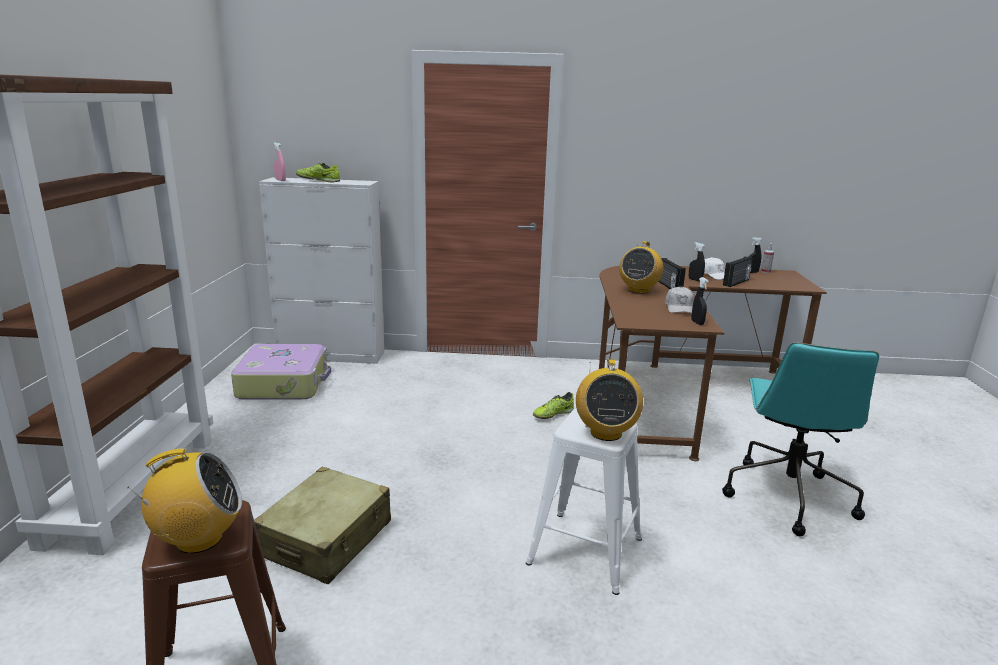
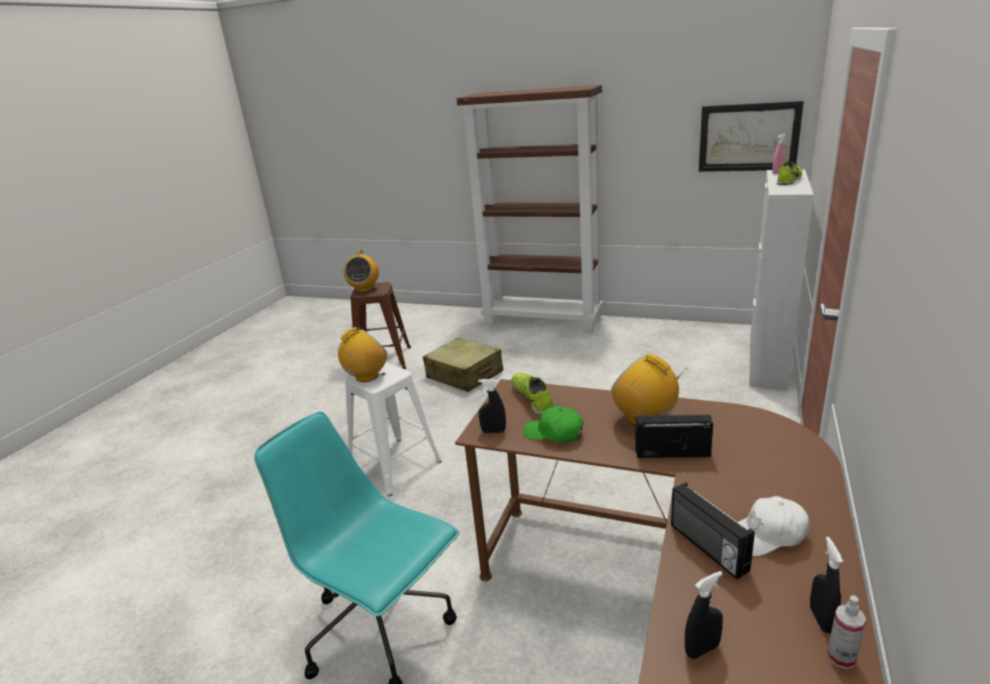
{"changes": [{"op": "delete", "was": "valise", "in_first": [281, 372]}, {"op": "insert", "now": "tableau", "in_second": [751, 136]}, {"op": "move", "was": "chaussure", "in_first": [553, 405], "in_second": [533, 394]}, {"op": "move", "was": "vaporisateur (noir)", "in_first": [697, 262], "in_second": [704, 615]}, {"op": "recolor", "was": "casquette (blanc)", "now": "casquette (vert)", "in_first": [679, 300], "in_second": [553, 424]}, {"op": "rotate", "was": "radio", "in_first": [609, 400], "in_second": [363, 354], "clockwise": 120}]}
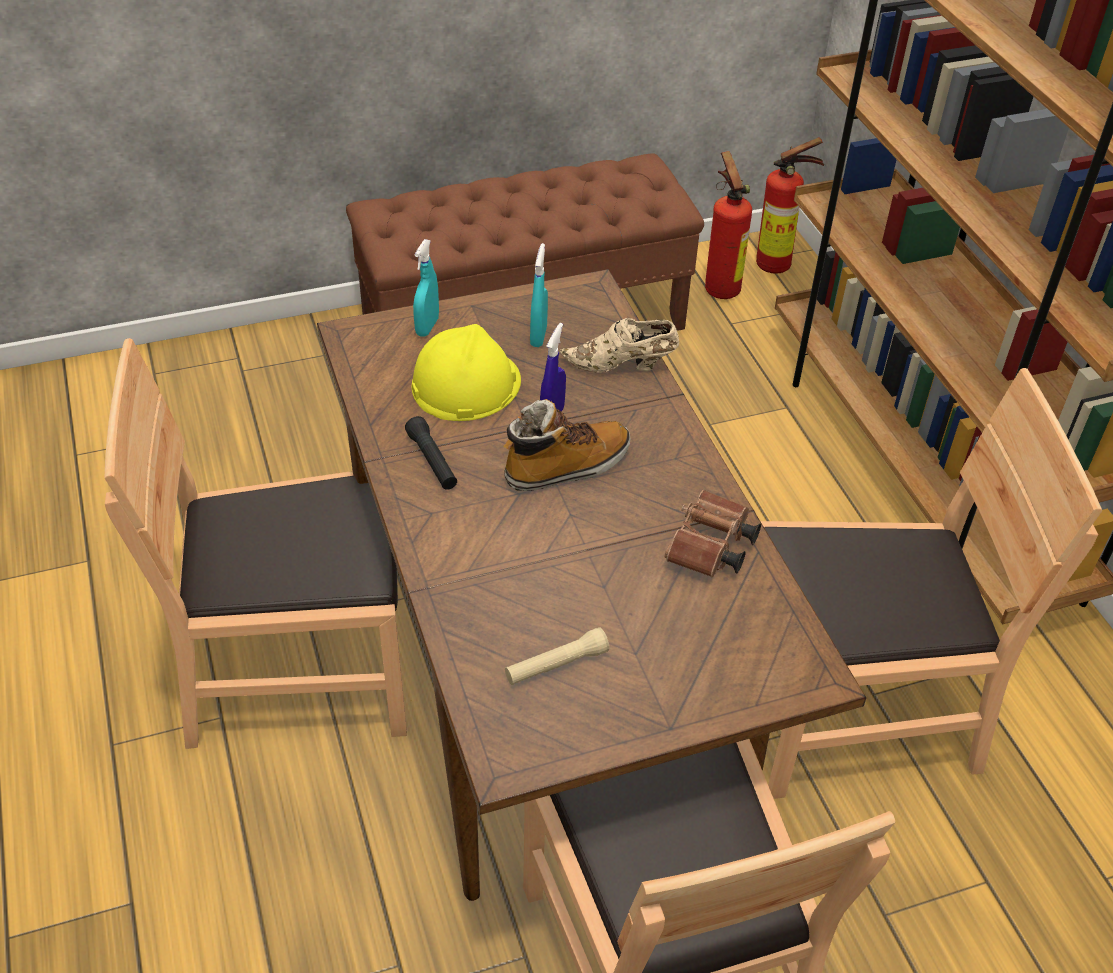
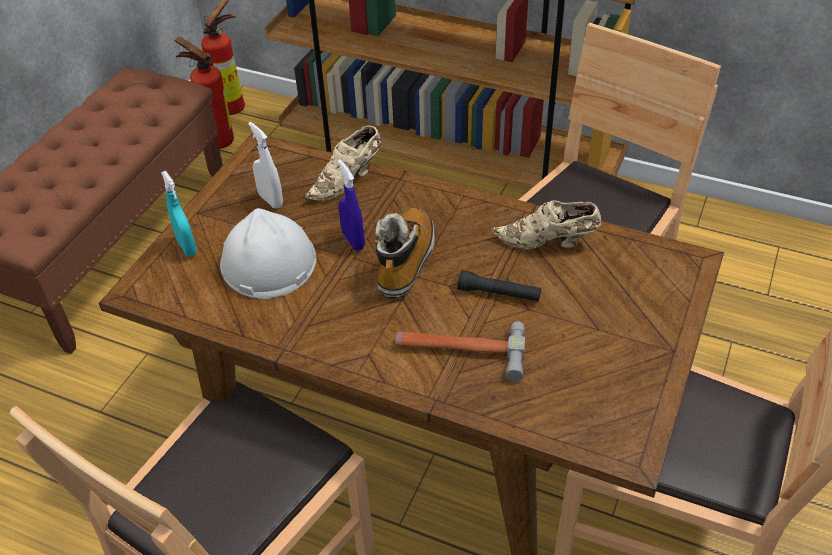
{"changes": [{"op": "delete", "was": "lampe de poche (beige)", "in_first": [557, 656]}, {"op": "insert", "now": "marteau", "in_second": [460, 351]}, {"op": "move", "was": "lampe de poche (noir)", "in_first": [431, 453], "in_second": [499, 286]}, {"op": "replace", "was": "jumelles (marron)", "now": "chaussure (beige)", "in_first": [713, 533], "in_second": [546, 225]}, {"op": "recolor", "was": "casque de chantier (jaune)", "now": "casque de chantier (blanc)", "in_first": [466, 372], "in_second": [268, 253]}, {"op": "recolor", "was": "vaporisateur (turquoise)", "now": "vaporisateur (blanc)", "in_first": [539, 295], "in_second": [265, 165]}]}
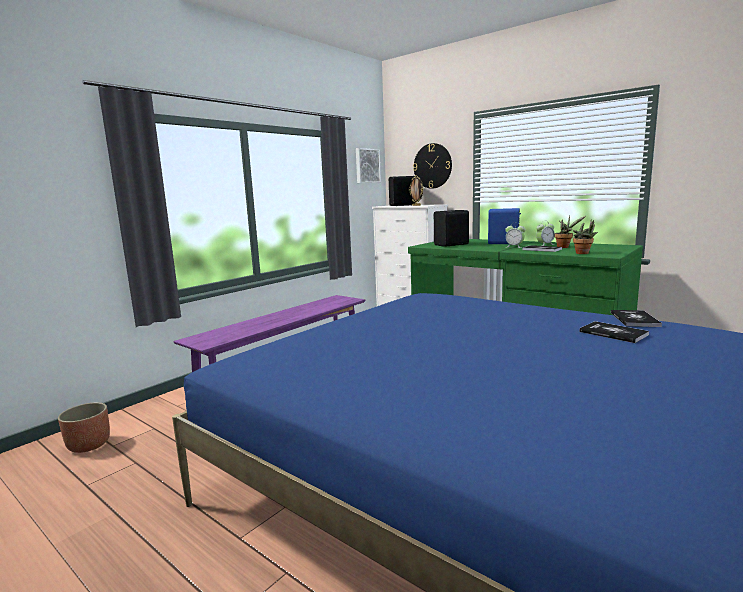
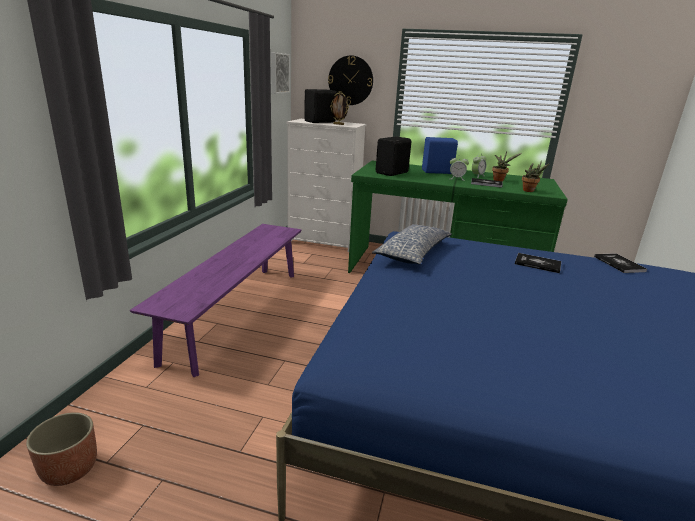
{"changes": [{"op": "insert", "now": "coussin", "in_second": [412, 244]}, {"op": "move", "was": "livre", "in_first": [614, 332], "in_second": [538, 263]}]}
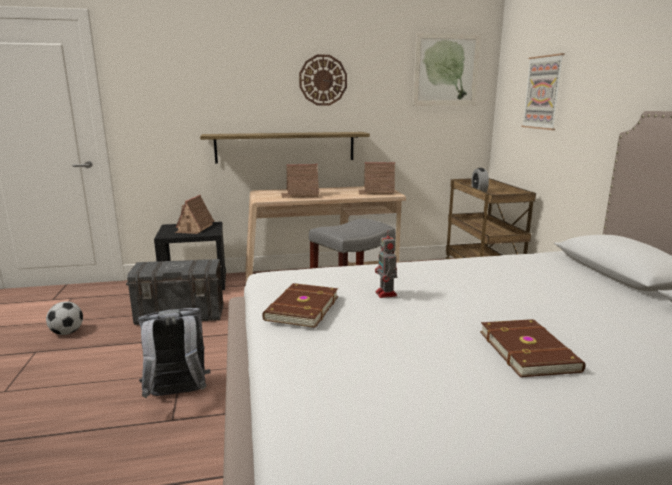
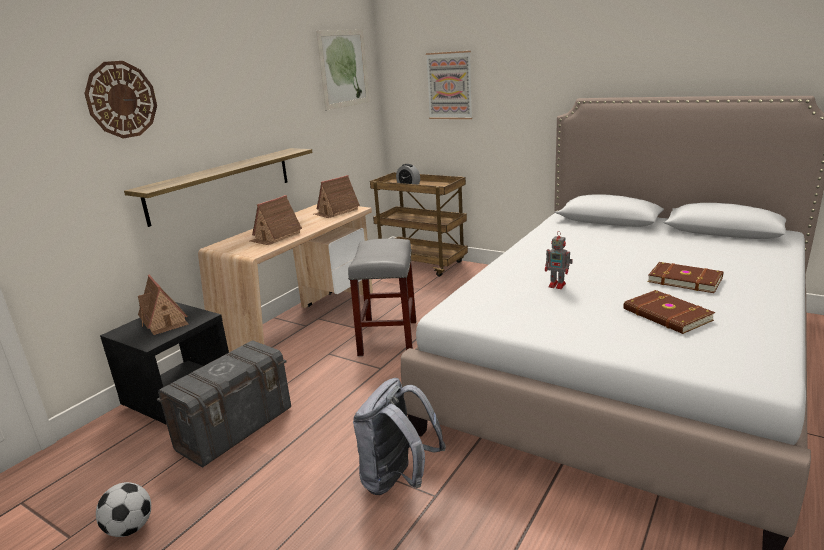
{"changes": [{"op": "move", "was": "livre (marron)", "in_first": [300, 305], "in_second": [669, 312]}, {"op": "move", "was": "horloge murale", "in_first": [323, 80], "in_second": [120, 99]}]}
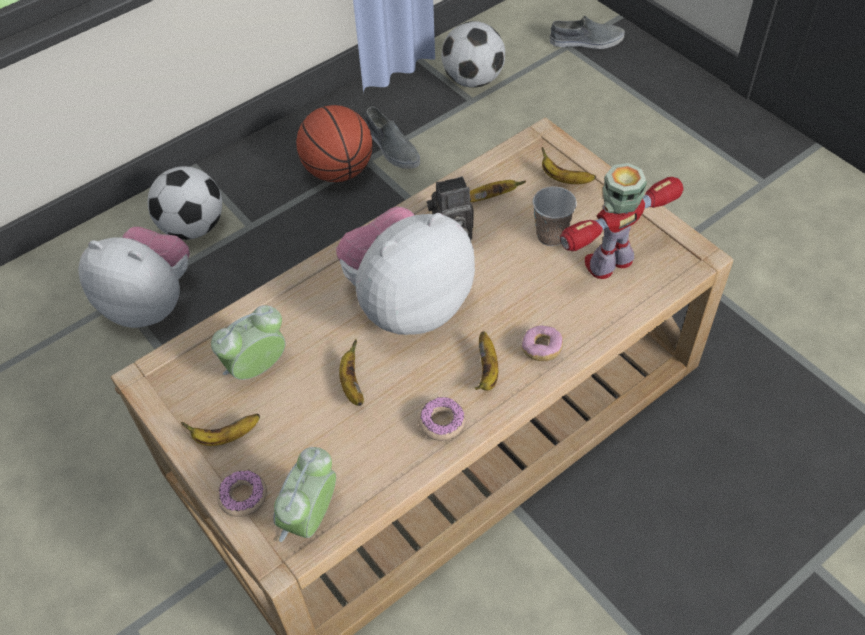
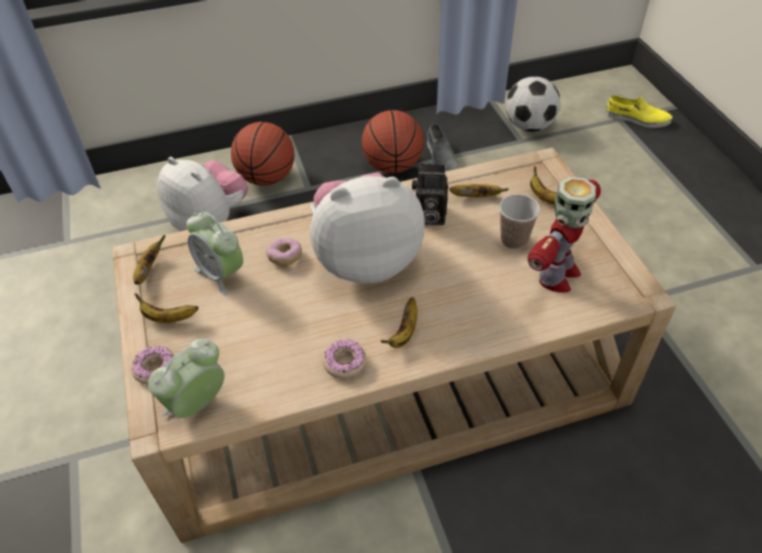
{"changes": [{"op": "move", "was": "banane", "in_first": [351, 372], "in_second": [149, 259]}, {"op": "move", "was": "beignet", "in_first": [542, 343], "in_second": [284, 252]}, {"op": "replace", "was": "ballon de foot", "now": "ballon de basket", "in_first": [185, 203], "in_second": [262, 154]}, {"op": "recolor", "was": "chaussure (gris)", "now": "chaussure (jaune)", "in_first": [587, 32], "in_second": [639, 111]}, {"op": "rotate", "was": "réveil", "in_first": [248, 342], "in_second": [214, 254], "clockwise": -120}, {"op": "rotate", "was": "robot jouet", "in_first": [621, 221], "in_second": [564, 235], "clockwise": 135}]}
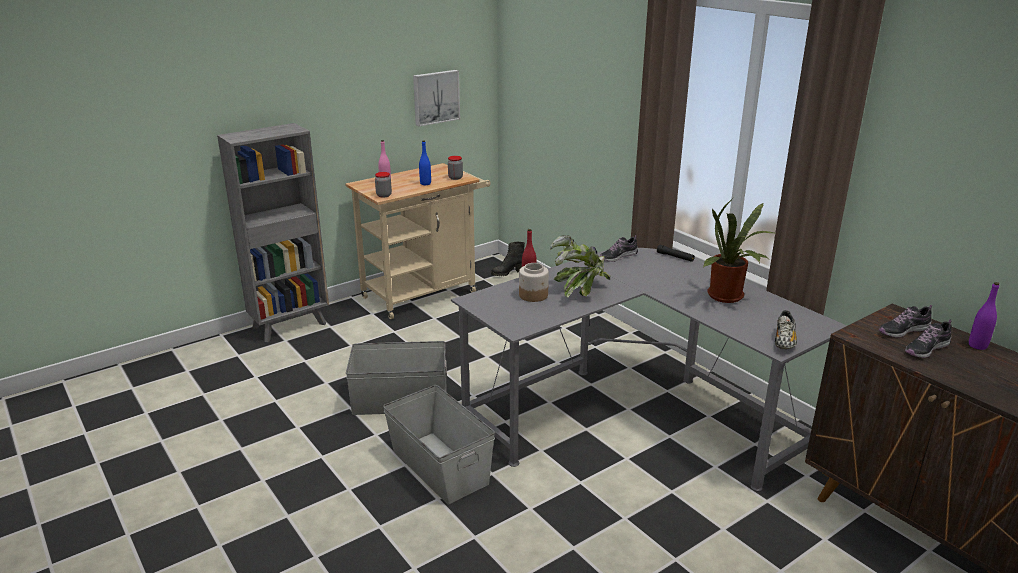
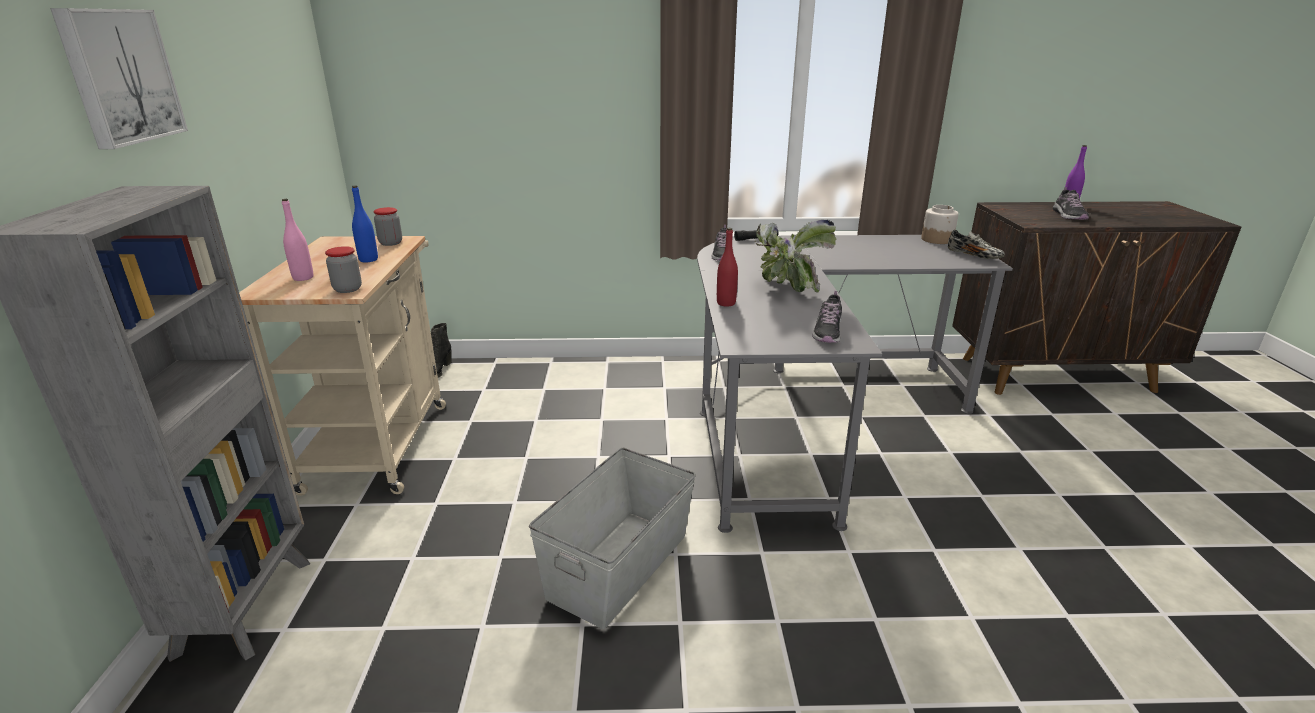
{"changes": [{"op": "delete", "was": "boîte de rangement (gris)", "in_first": [439, 444]}, {"op": "delete", "was": "plante en pot", "in_first": [738, 250]}, {"op": "move", "was": "tableau", "in_first": [436, 98], "in_second": [119, 78]}, {"op": "move", "was": "bocal", "in_first": [534, 282], "in_second": [940, 224]}, {"op": "move", "was": "chaussure", "in_first": [905, 321], "in_second": [827, 317]}]}
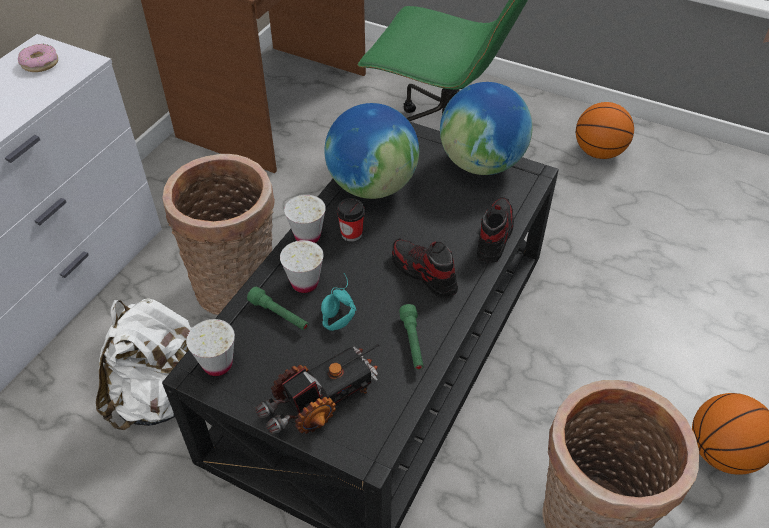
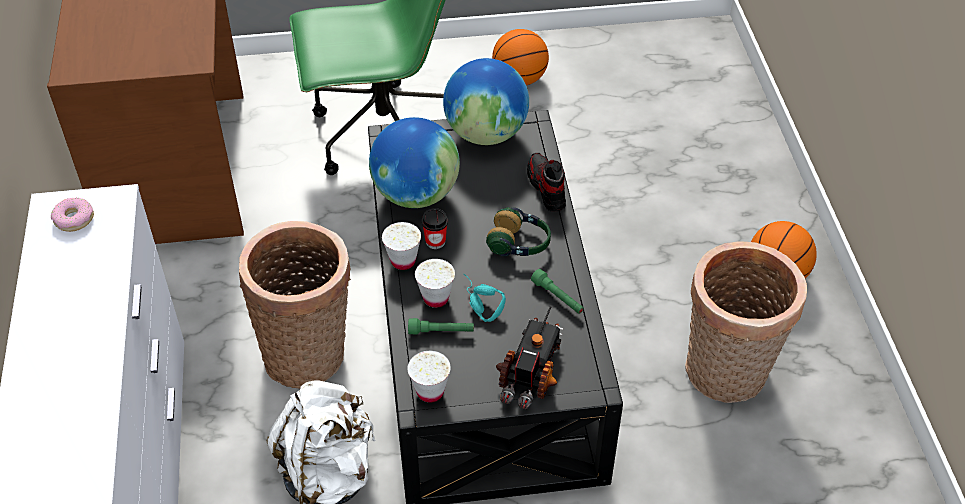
{"changes": [{"op": "replace", "was": "chaussure", "now": "casque audio", "in_first": [425, 268], "in_second": [518, 231]}]}
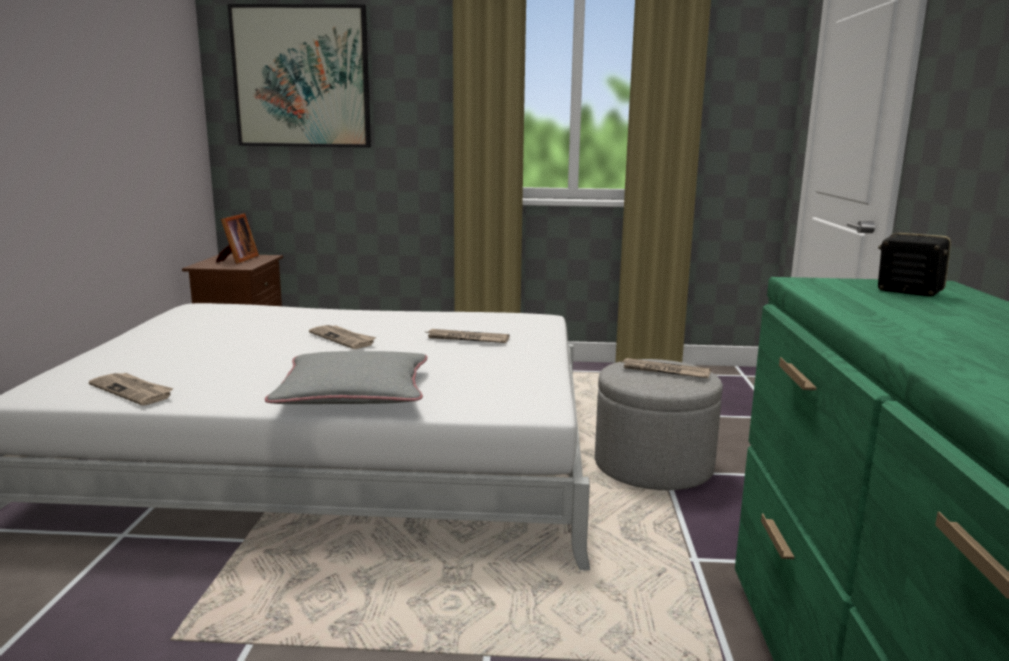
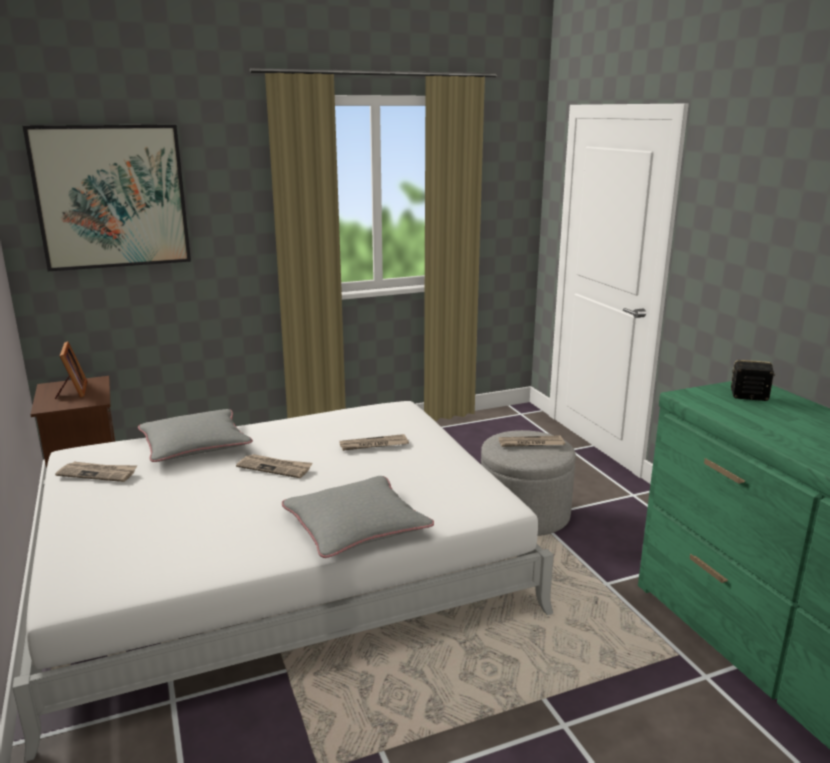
{"changes": [{"op": "insert", "now": "coussin (gris)", "in_second": [195, 435]}, {"op": "move", "was": "journal", "in_first": [131, 389], "in_second": [96, 472]}]}
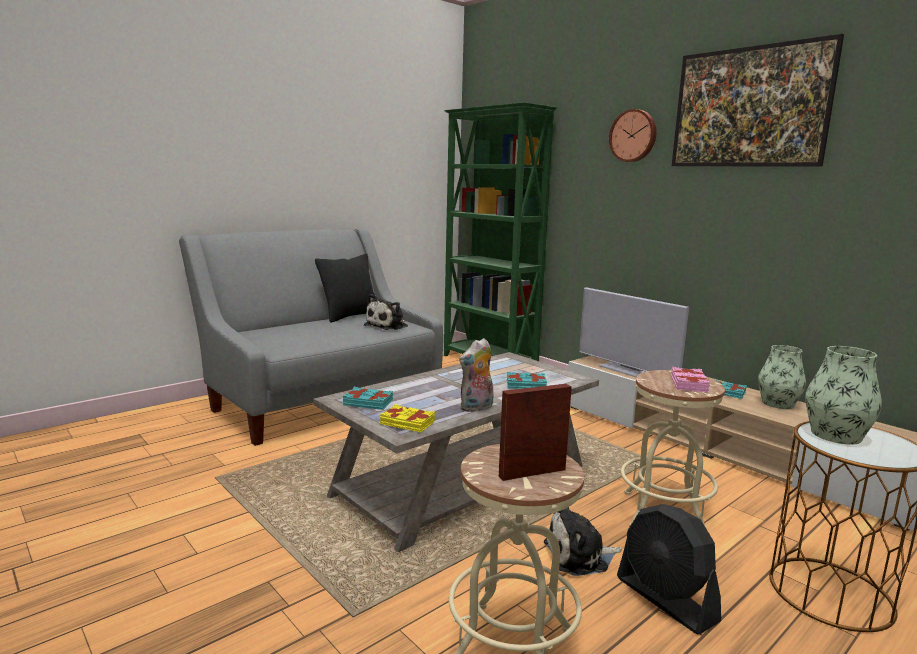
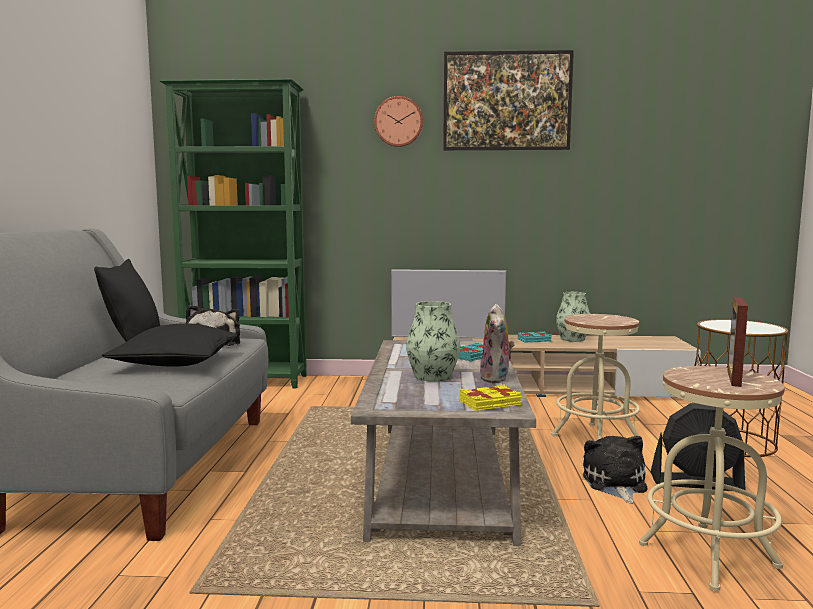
{"changes": [{"op": "delete", "was": "livre (turquoise)", "in_first": [368, 398]}, {"op": "delete", "was": "livre (rose)", "in_first": [690, 379]}, {"op": "insert", "now": "coussin (noir)", "in_second": [169, 345]}, {"op": "move", "was": "vase", "in_first": [843, 395], "in_second": [433, 341]}, {"op": "rotate", "was": "peluche", "in_first": [583, 541], "in_second": [615, 470], "clockwise": 150}]}
